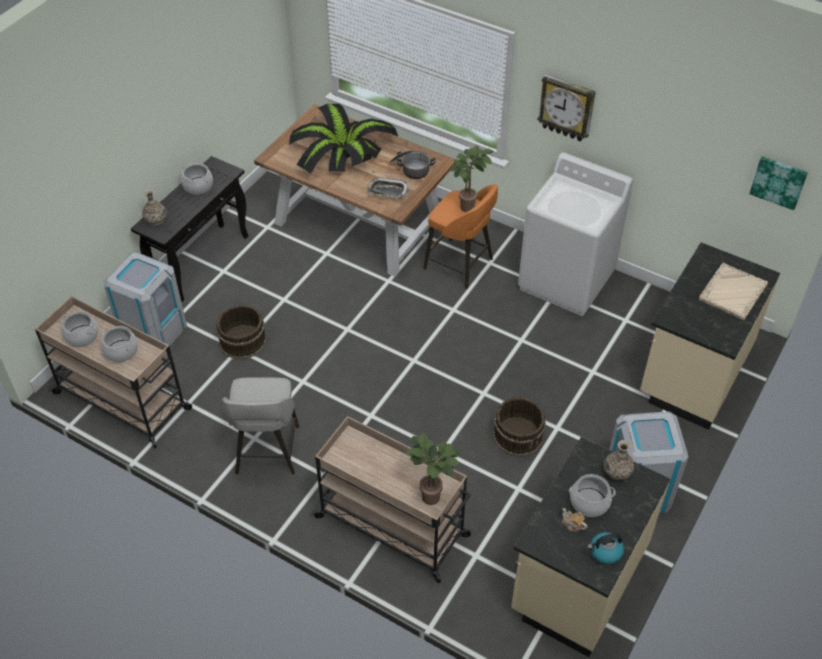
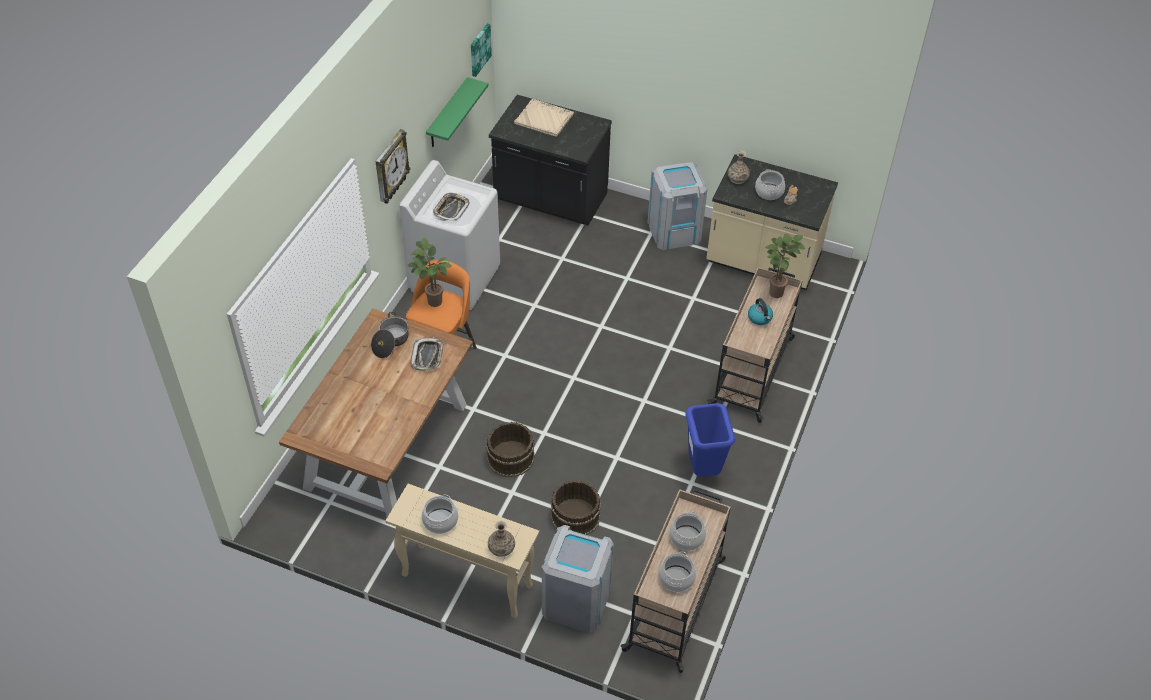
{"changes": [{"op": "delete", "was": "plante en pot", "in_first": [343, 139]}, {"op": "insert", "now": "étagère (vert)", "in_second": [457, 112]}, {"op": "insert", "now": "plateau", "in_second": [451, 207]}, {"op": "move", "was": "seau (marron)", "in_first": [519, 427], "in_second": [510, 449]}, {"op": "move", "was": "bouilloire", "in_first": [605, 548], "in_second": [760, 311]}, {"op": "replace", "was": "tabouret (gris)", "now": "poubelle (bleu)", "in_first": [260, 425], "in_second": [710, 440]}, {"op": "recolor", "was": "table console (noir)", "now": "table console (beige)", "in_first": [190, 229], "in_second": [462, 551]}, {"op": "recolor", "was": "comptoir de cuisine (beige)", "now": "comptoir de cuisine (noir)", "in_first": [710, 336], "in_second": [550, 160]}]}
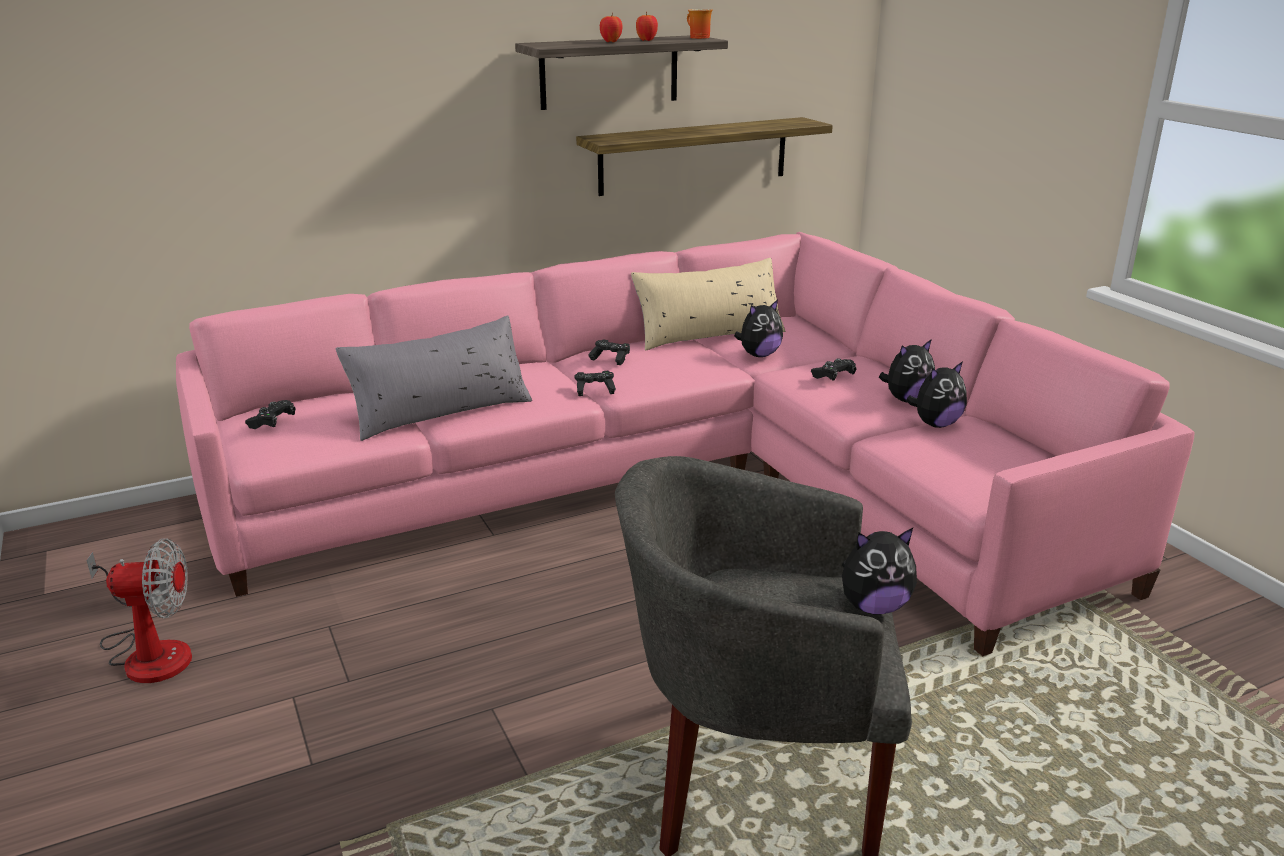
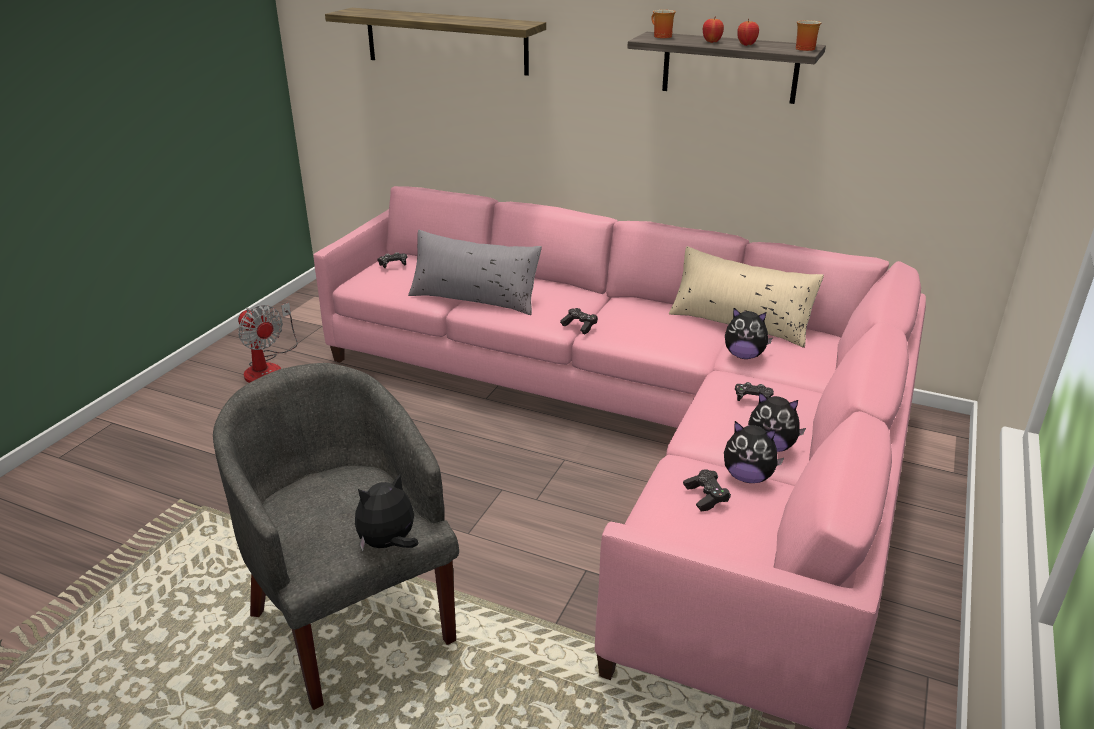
{"changes": [{"op": "insert", "now": "mug", "in_second": [663, 24]}, {"op": "move", "was": "étagère", "in_first": [704, 156], "in_second": [435, 42]}, {"op": "move", "was": "manette (noir)", "in_first": [609, 352], "in_second": [707, 490]}, {"op": "rotate", "was": "peluche", "in_first": [879, 571], "in_second": [386, 513], "clockwise": 105}]}
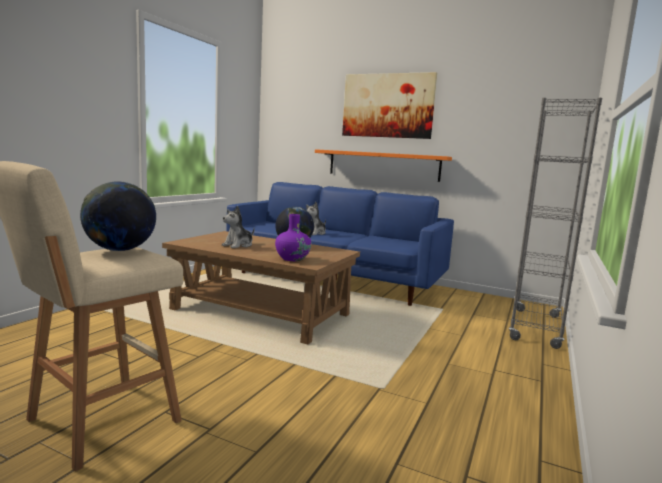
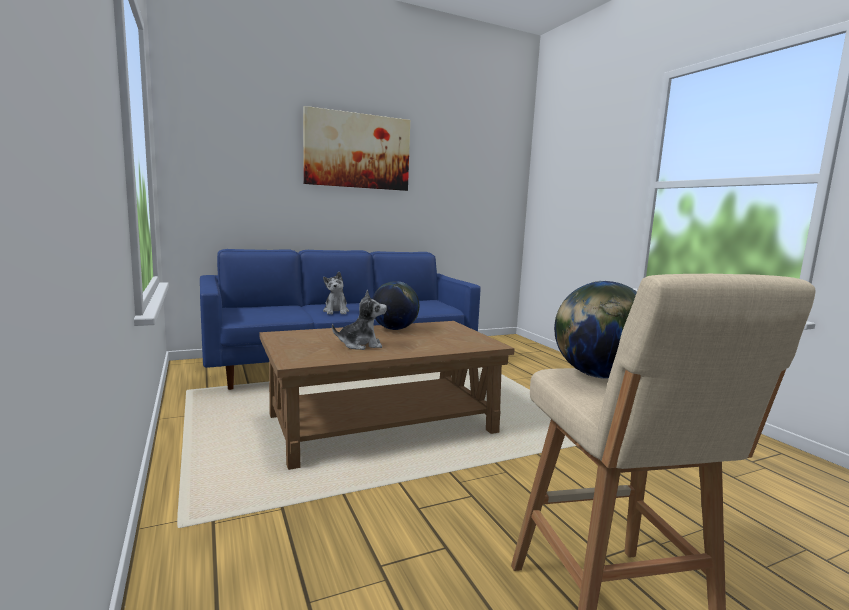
{"changes": [{"op": "delete", "was": "vase (violet)", "in_first": [293, 237]}, {"op": "delete", "was": "étagère (orange)", "in_first": [383, 165]}, {"op": "delete", "was": "bibliothèque (gris)", "in_first": [555, 223]}, {"op": "rotate", "was": "peluche", "in_first": [238, 227], "in_second": [359, 320], "clockwise": -90}]}
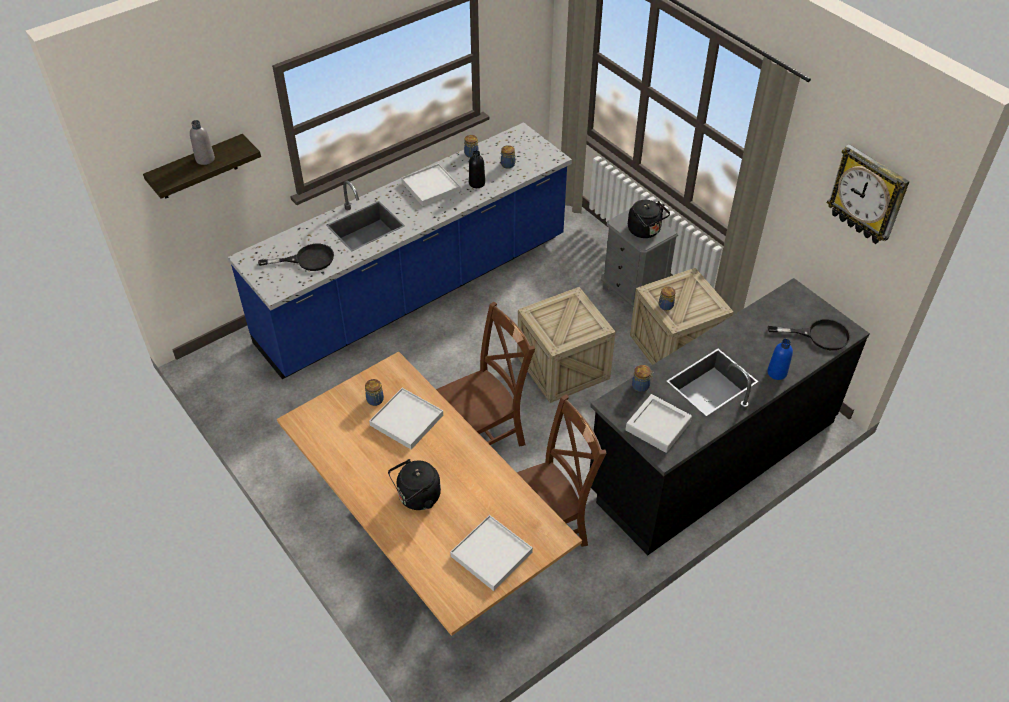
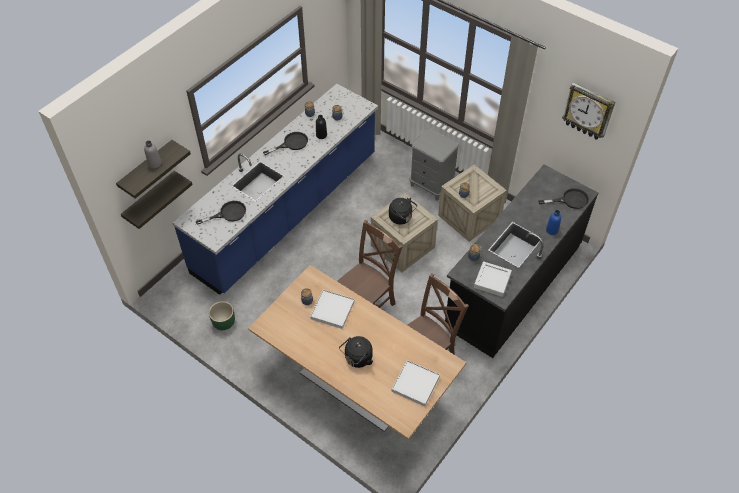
{"changes": [{"op": "insert", "now": "étagère", "in_second": [157, 200]}, {"op": "insert", "now": "cache-pot (vert)", "in_second": [222, 315]}, {"op": "move", "was": "bouilloire (noir)", "in_first": [649, 219], "in_second": [403, 211]}, {"op": "replace", "was": "plateau (blanc)", "now": "poêle (noir)", "in_first": [431, 184], "in_second": [285, 143]}]}
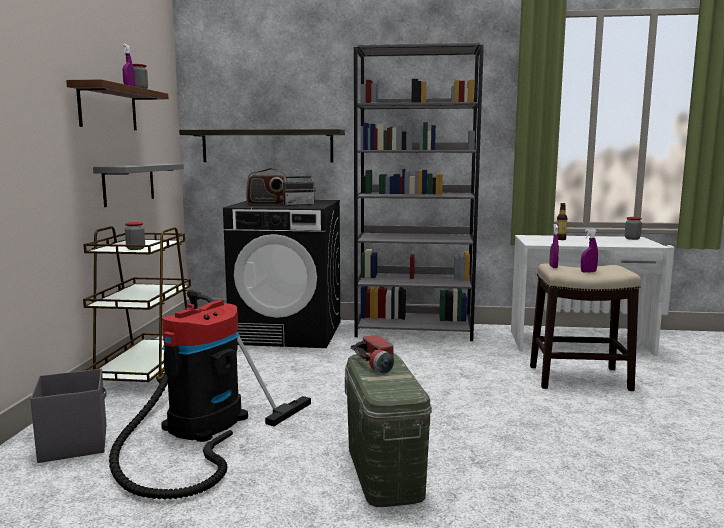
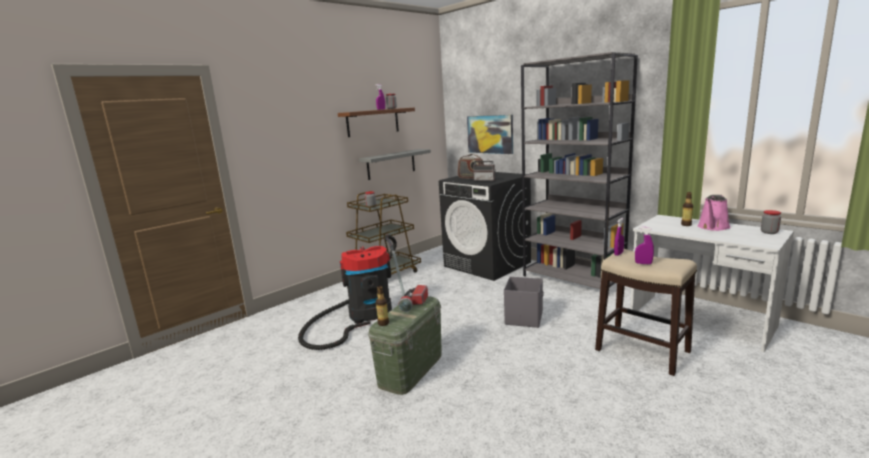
{"changes": [{"op": "insert", "now": "bouteille", "in_second": [382, 306]}, {"op": "insert", "now": "arrosoir (rose)", "in_second": [714, 213]}, {"op": "move", "was": "boîte de rangement (gris)", "in_first": [68, 416], "in_second": [524, 302]}, {"op": "replace", "was": "étagère", "now": "tableau", "in_first": [262, 145], "in_second": [490, 134]}]}
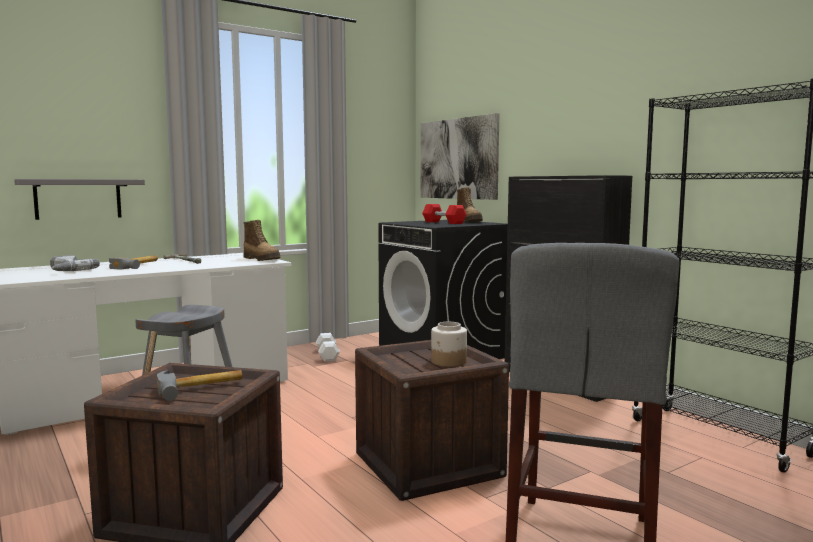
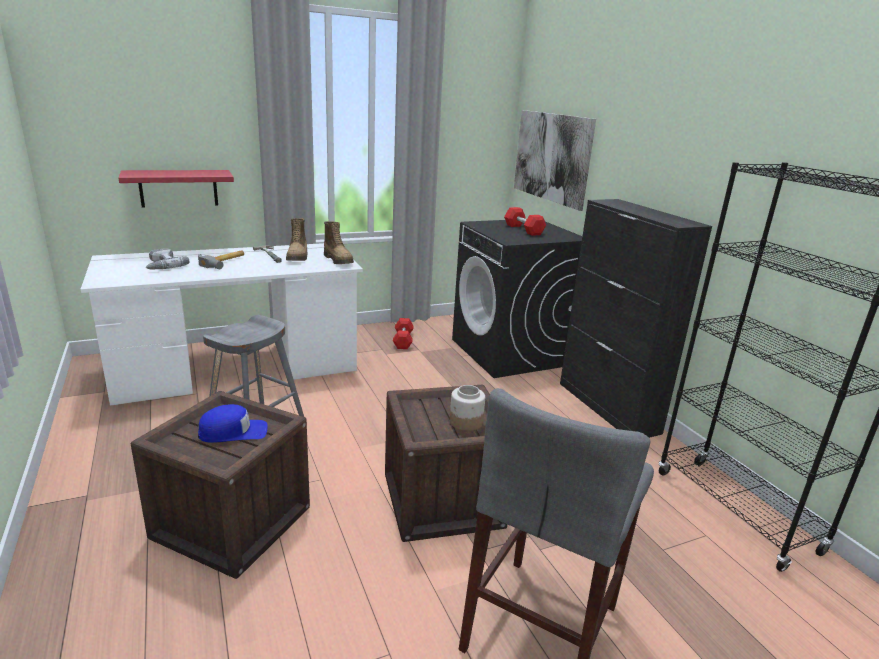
{"changes": [{"op": "move", "was": "botte", "in_first": [470, 204], "in_second": [297, 239]}, {"op": "replace", "was": "marteau", "now": "casquette (bleu)", "in_first": [199, 385], "in_second": [233, 423]}, {"op": "recolor", "was": "étagère (gris)", "now": "étagère (rouge)", "in_first": [79, 199], "in_second": [176, 188]}, {"op": "recolor", "was": "haltère (blanc)", "now": "haltère (rouge)", "in_first": [328, 347], "in_second": [403, 333]}]}
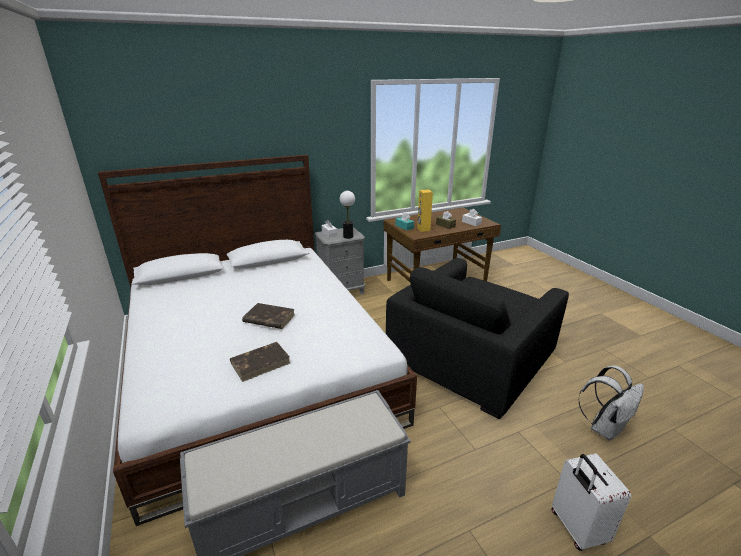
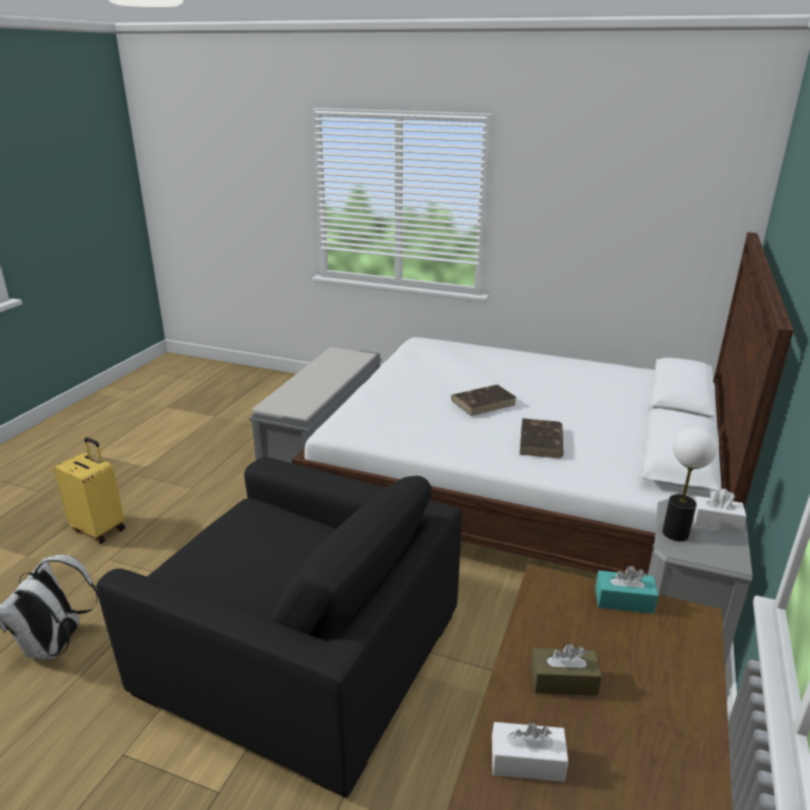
{"changes": [{"op": "delete", "was": "enceinte (jaune)", "in_first": [425, 210]}, {"op": "move", "was": "livre (marron)", "in_first": [260, 362], "in_second": [542, 438]}, {"op": "recolor", "was": "valise (blanc)", "now": "valise (jaune)", "in_first": [591, 502], "in_second": [89, 490]}, {"op": "rotate", "was": "fauteuil (noir)", "in_first": [477, 338], "in_second": [279, 627], "clockwise": 120}]}
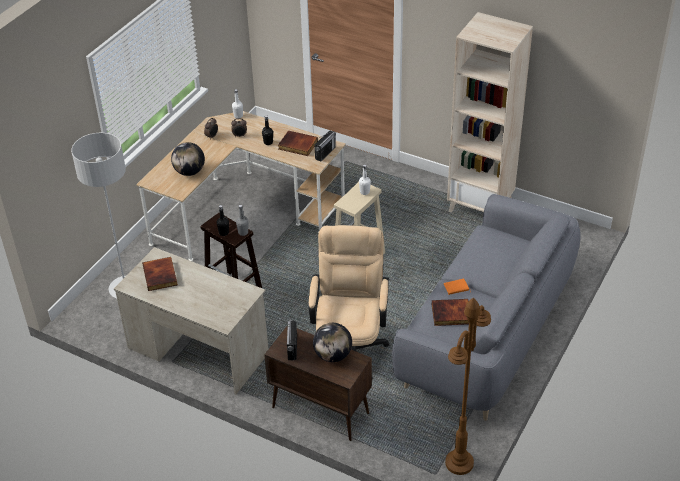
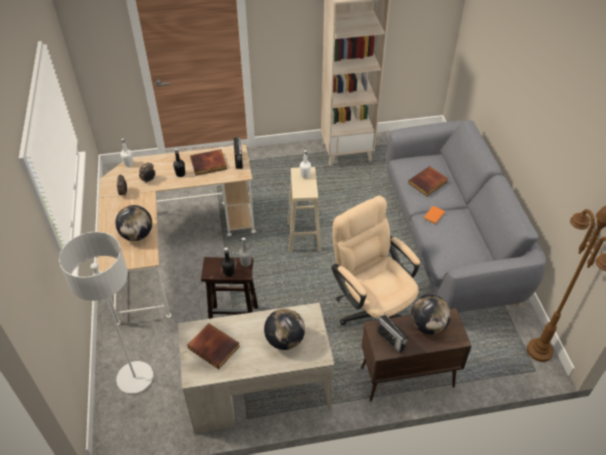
{"changes": [{"op": "insert", "now": "globe", "in_second": [284, 329]}, {"op": "move", "was": "livre", "in_first": [450, 312], "in_second": [428, 181]}]}
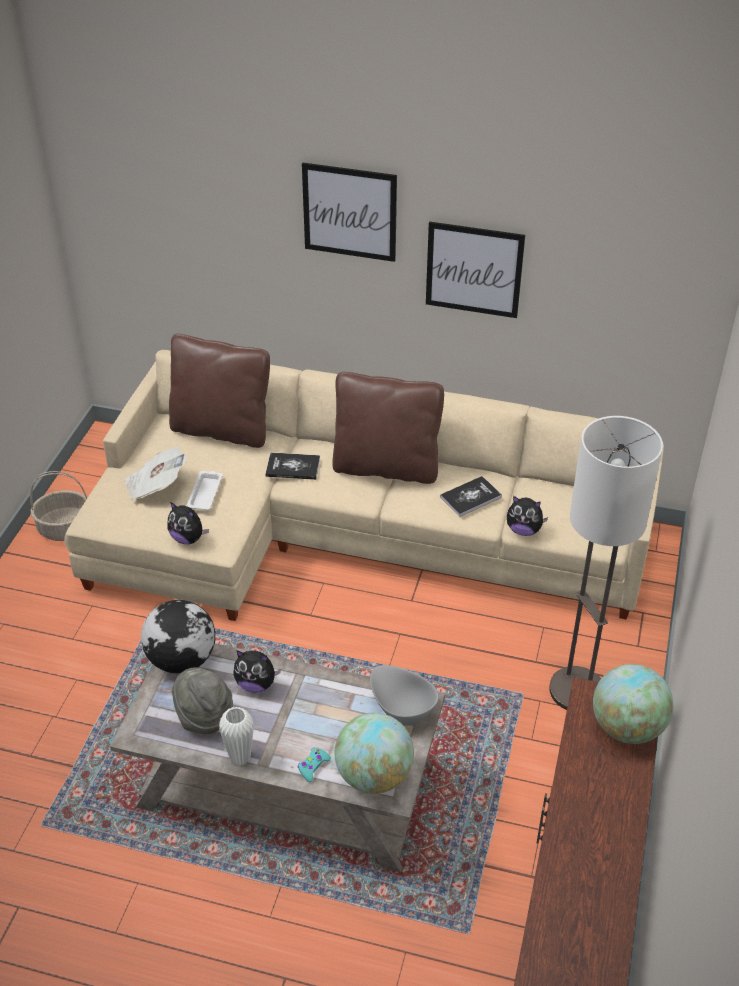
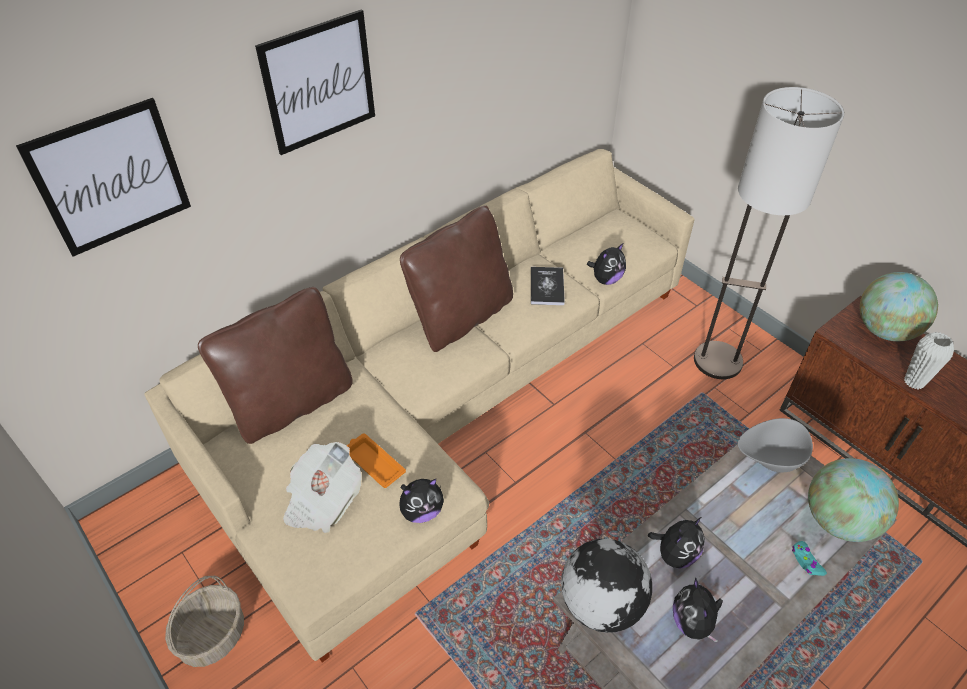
{"changes": [{"op": "delete", "was": "livre", "in_first": [293, 466]}, {"op": "move", "was": "vase (blanc)", "in_first": [236, 736], "in_second": [929, 360]}, {"op": "move", "was": "tableau", "in_first": [475, 269], "in_second": [103, 177]}, {"op": "replace", "was": "chapeau (gris)", "now": "peluche", "in_first": [202, 700], "in_second": [698, 609]}, {"op": "recolor", "was": "plateau (blanc)", "now": "plateau (orange)", "in_first": [204, 490], "in_second": [376, 461]}]}
